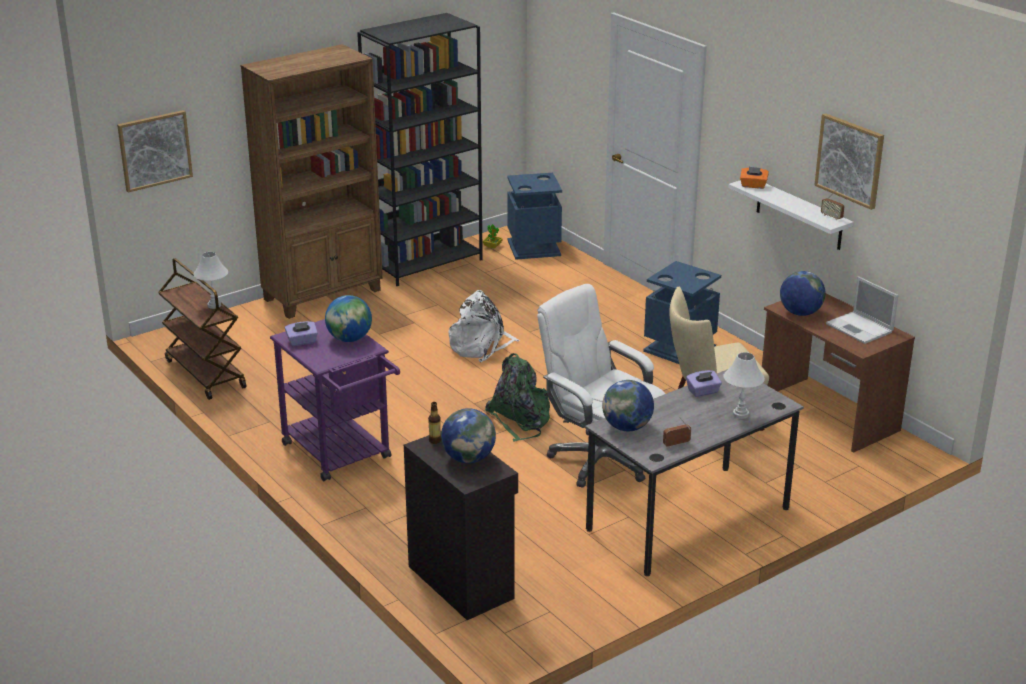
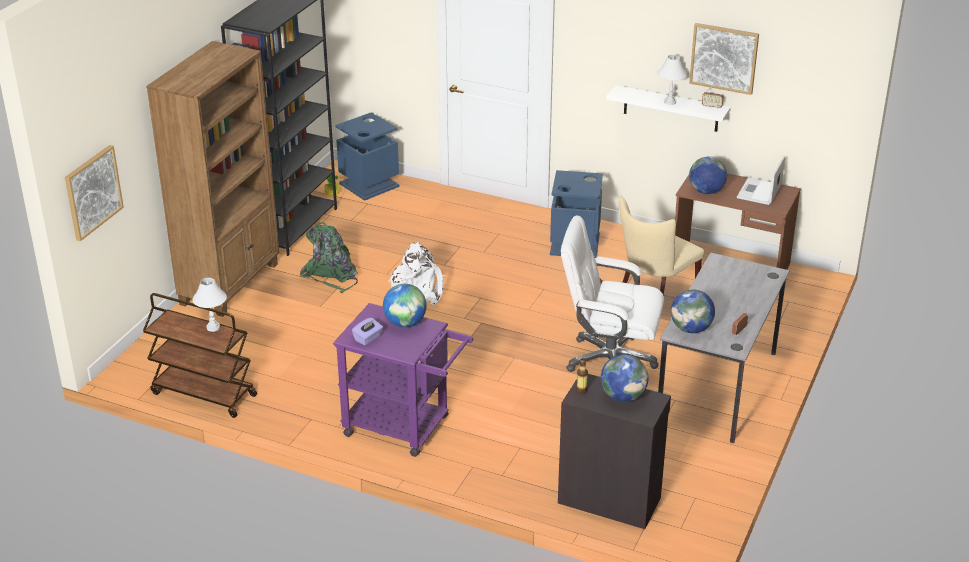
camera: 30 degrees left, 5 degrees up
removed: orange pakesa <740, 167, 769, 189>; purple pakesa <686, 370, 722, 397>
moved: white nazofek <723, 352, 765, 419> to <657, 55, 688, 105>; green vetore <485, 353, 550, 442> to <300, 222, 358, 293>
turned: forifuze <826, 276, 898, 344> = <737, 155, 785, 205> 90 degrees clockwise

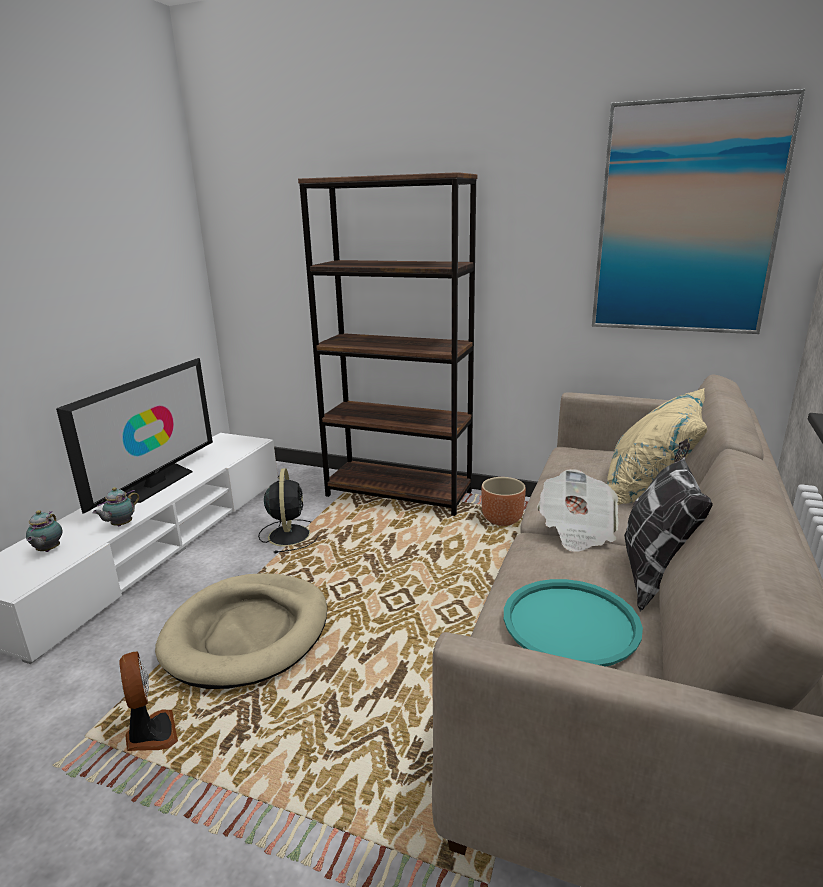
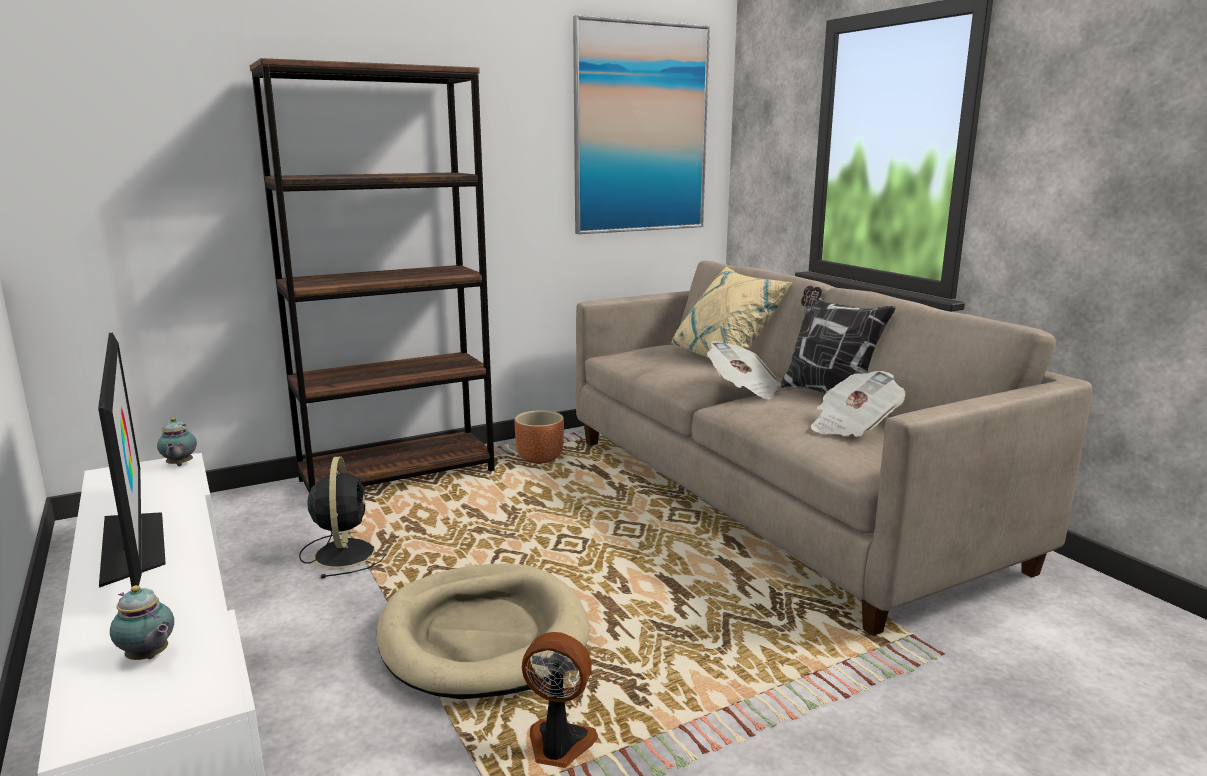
camera: 50 degrees left, 5 degrees down
moved: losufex <93, 487, 139, 526> to <157, 417, 197, 466>
replaced: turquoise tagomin <504, 579, 643, 667> to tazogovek <810, 371, 905, 437>
turned: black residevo <258, 468, 318, 554> = <299, 457, 386, 579> 45 degrees clockwise

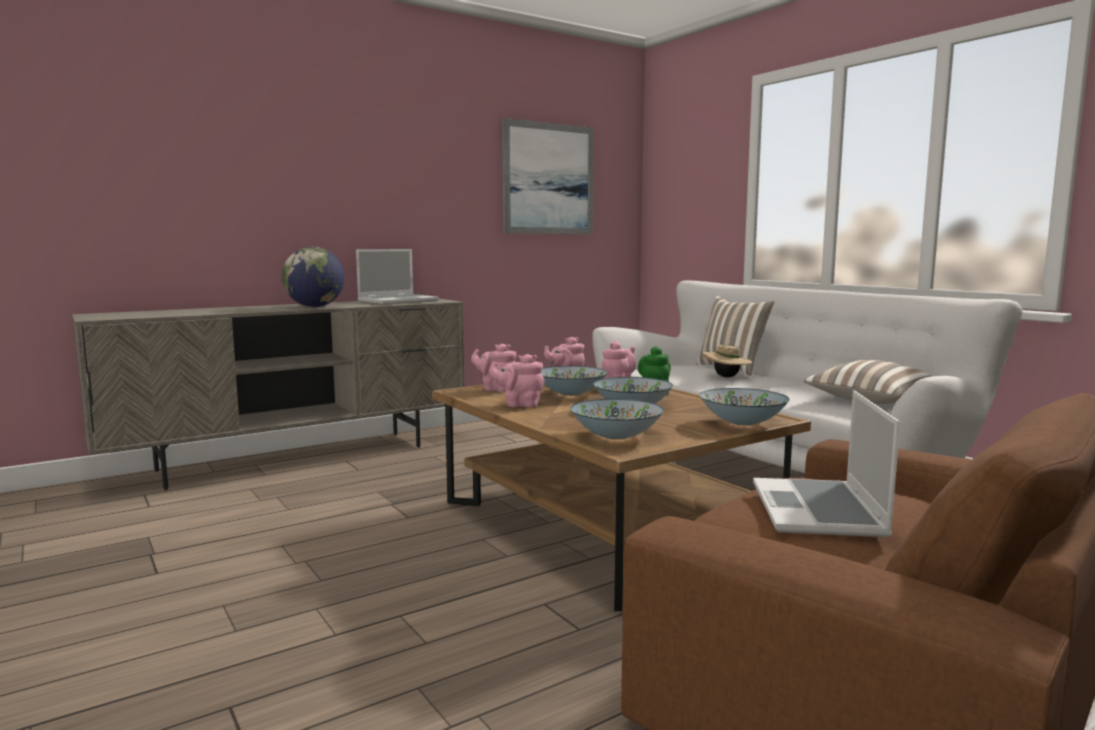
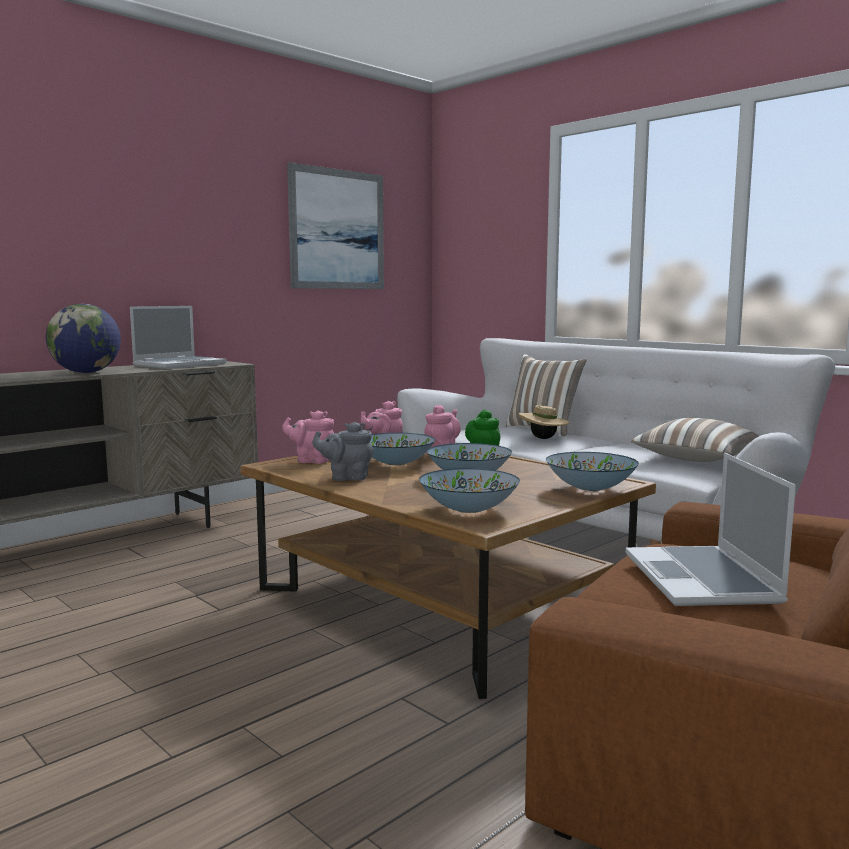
camera: 10 degrees left, 0 degrees up
recoloured: pink losufex <490, 354, 545, 407> to grey losufex <312, 422, 374, 481>

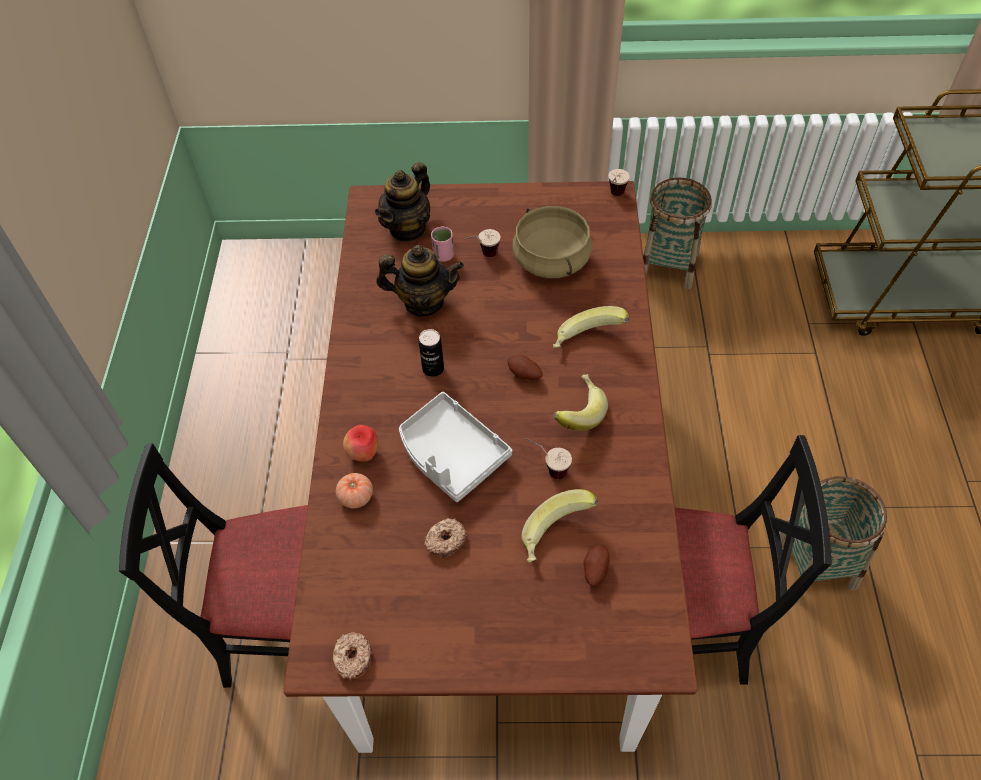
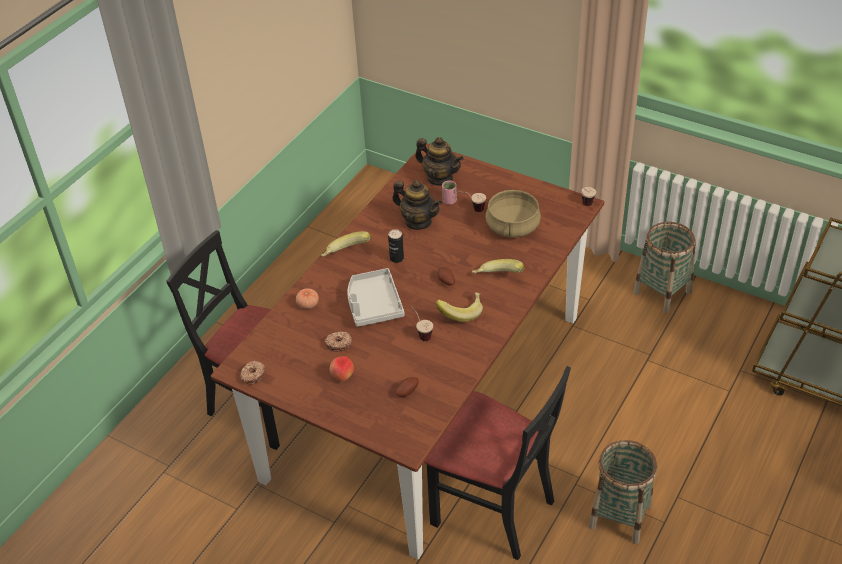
camera: 30 degrees right, 10 degrees down
moved: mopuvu <343, 425, 378, 461> to <330, 356, 354, 382>; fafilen <521, 489, 598, 562> to <321, 231, 371, 257>
turned: losufex <375, 162, 430, 242> = <415, 137, 463, 186> 120 degrees counterclockwise

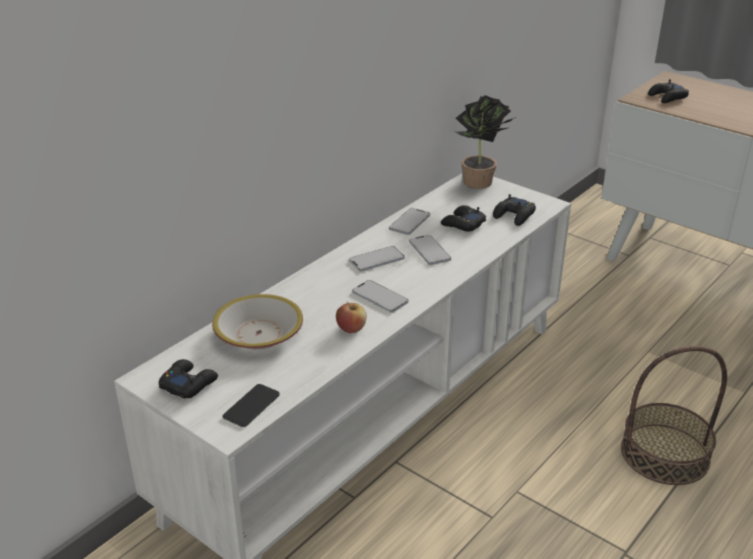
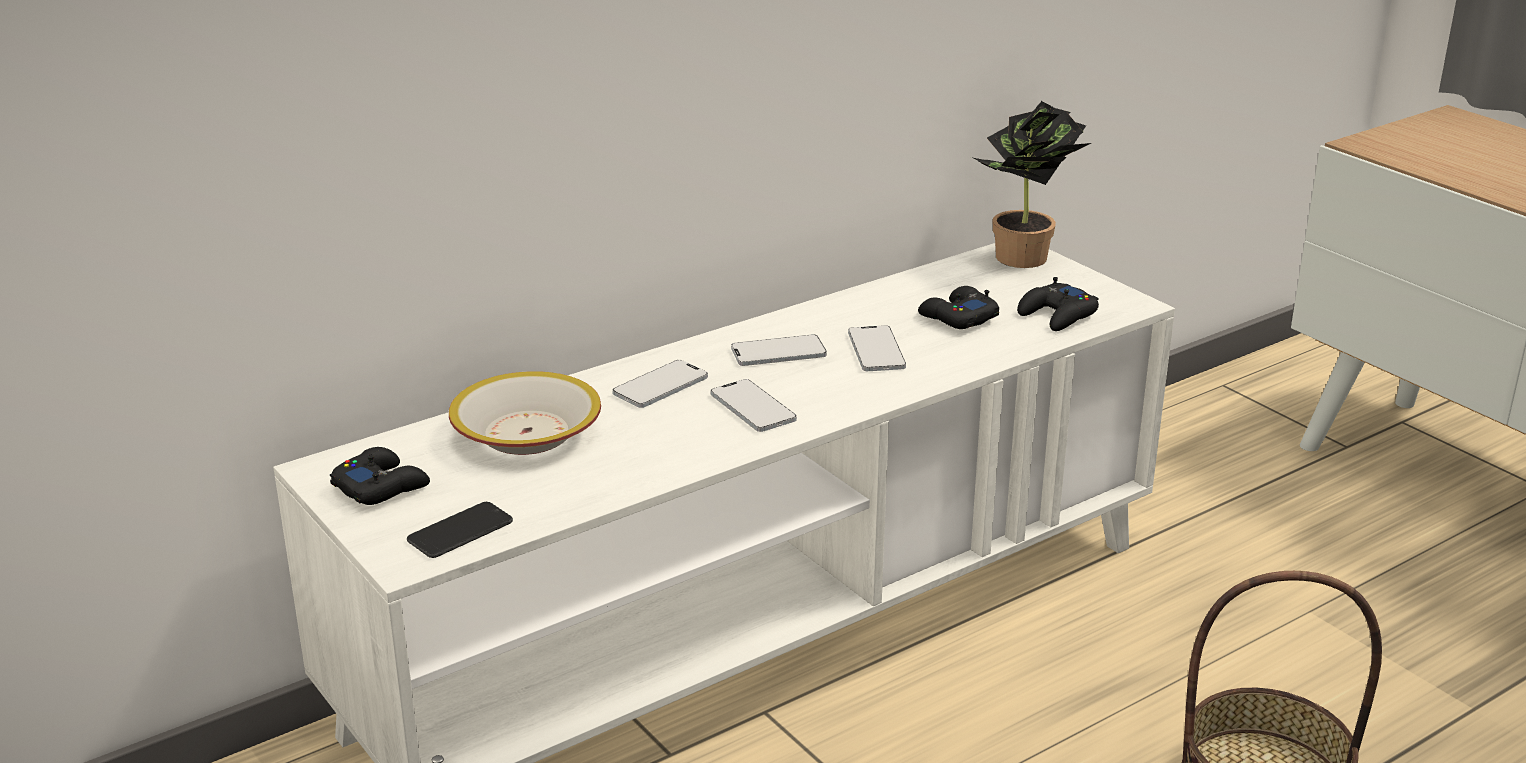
camera: 15 degrees right, 5 degrees down
removed: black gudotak <648, 79, 689, 103>; mopuvu <336, 302, 367, 333>
moved: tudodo <389, 208, 430, 235> to <612, 360, 708, 408>

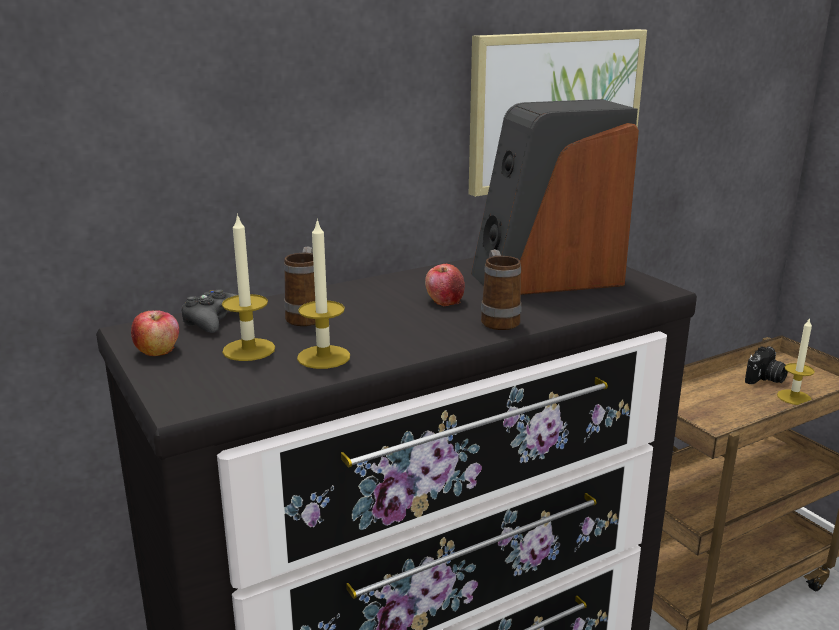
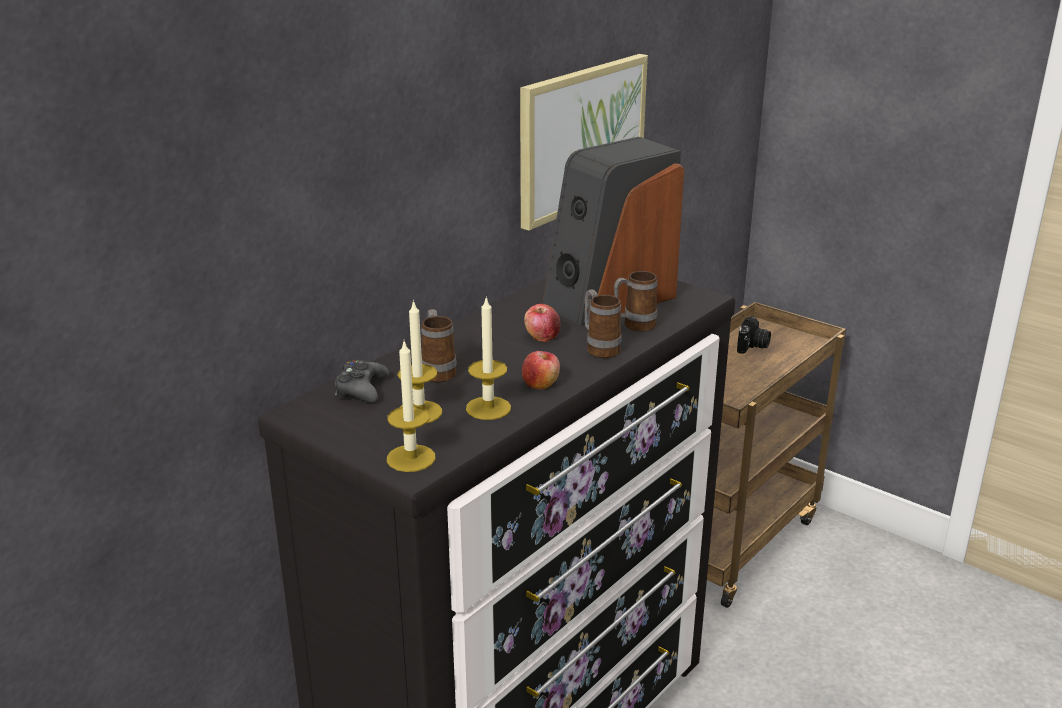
camera: 20 degrees left, 5 degrees up
added: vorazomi <614, 271, 657, 332>
moved: mopuvu <131, 310, 179, 356> to <522, 351, 560, 389>; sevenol <777, 317, 815, 405> to <387, 341, 435, 472>

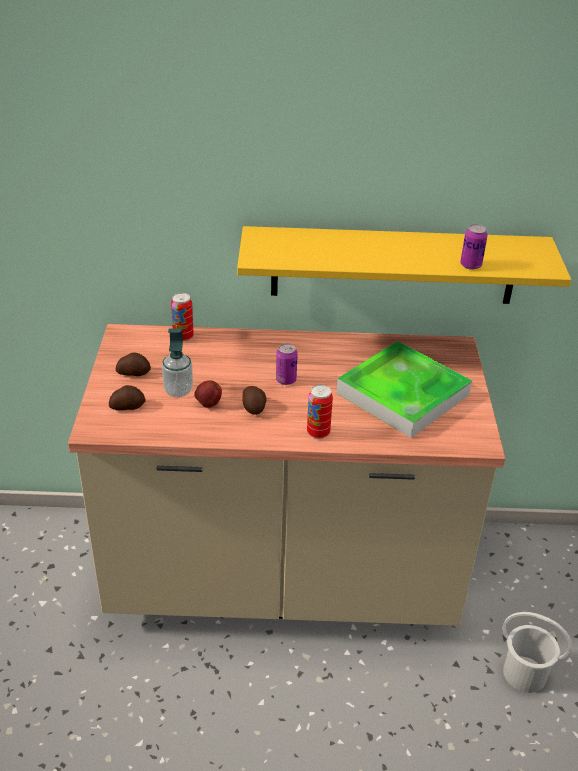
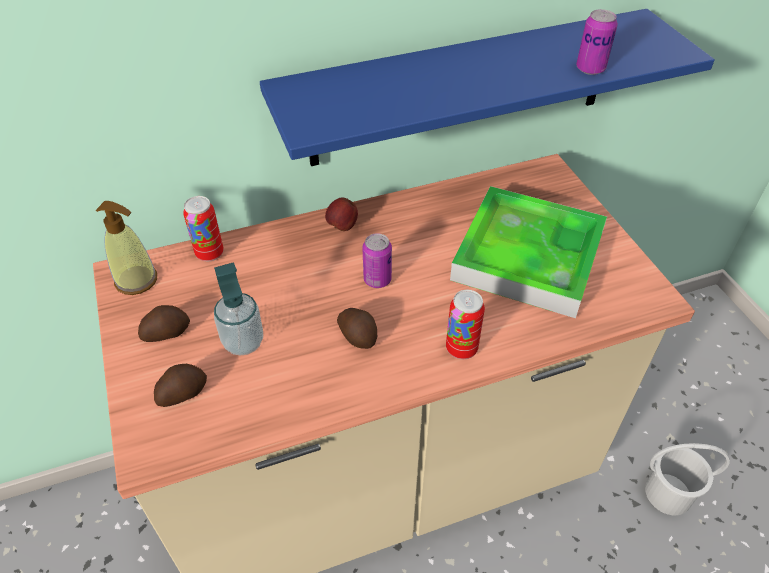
camera: 20 degrees left, 10 degrees up
added: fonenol <96, 201, 157, 295>
moved: mopuvu <194, 380, 222, 408> to <325, 197, 358, 231>
recoloured: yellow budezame <237, 226, 571, 304> to blue budezame <260, 9, 715, 166>

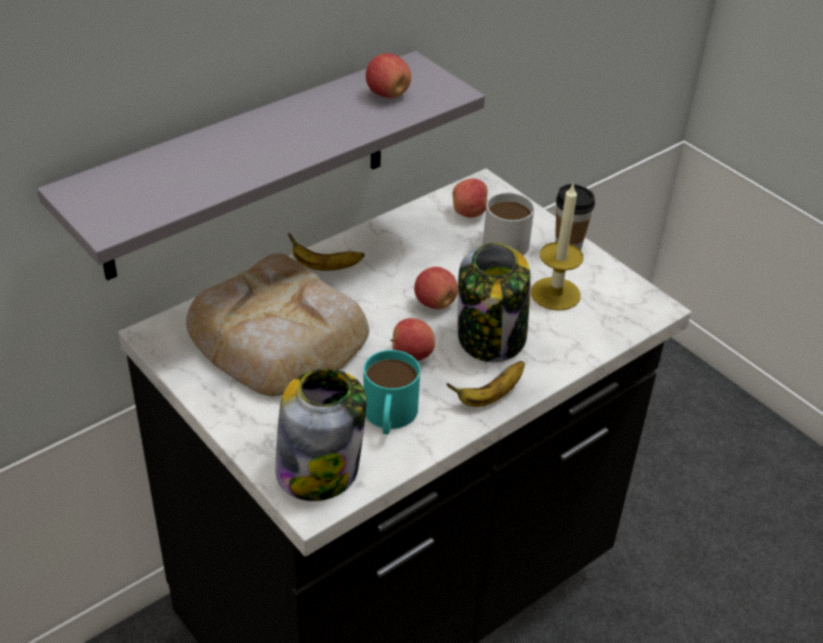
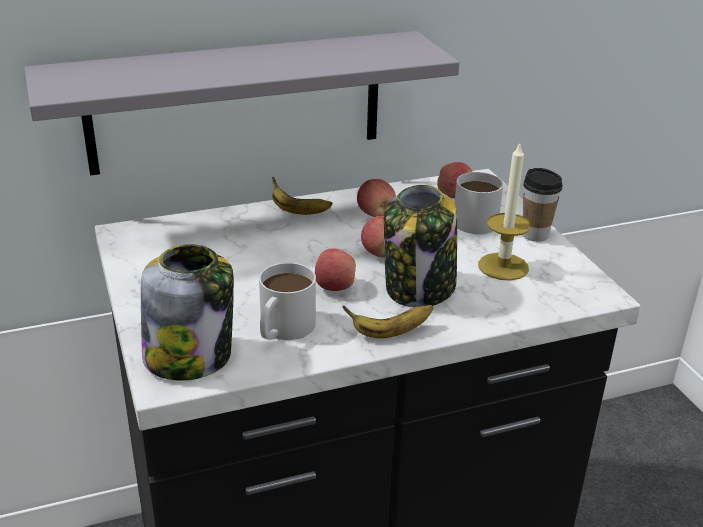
camera: 20 degrees right, 10 degrees down
removed: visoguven <186, 253, 369, 396>
moved: mopuvu <366, 53, 411, 98> to <357, 179, 396, 217>
recoloured: turquoise vorazomi <363, 350, 420, 435> to white vorazomi <259, 263, 316, 340>

